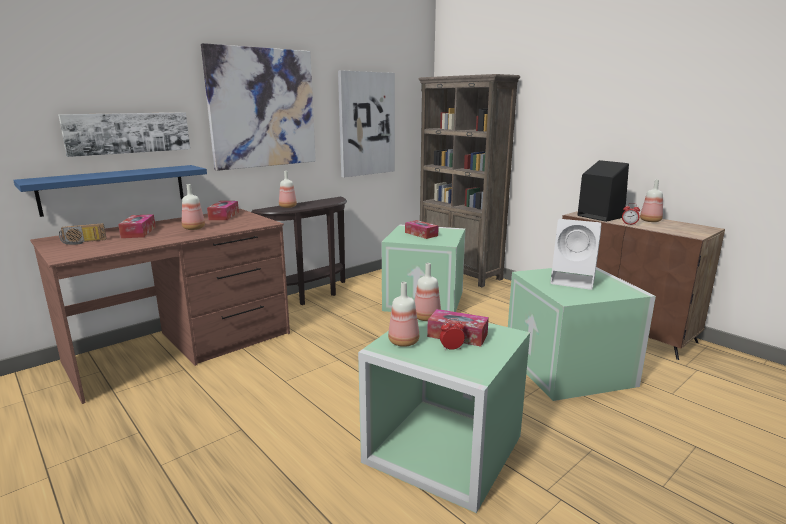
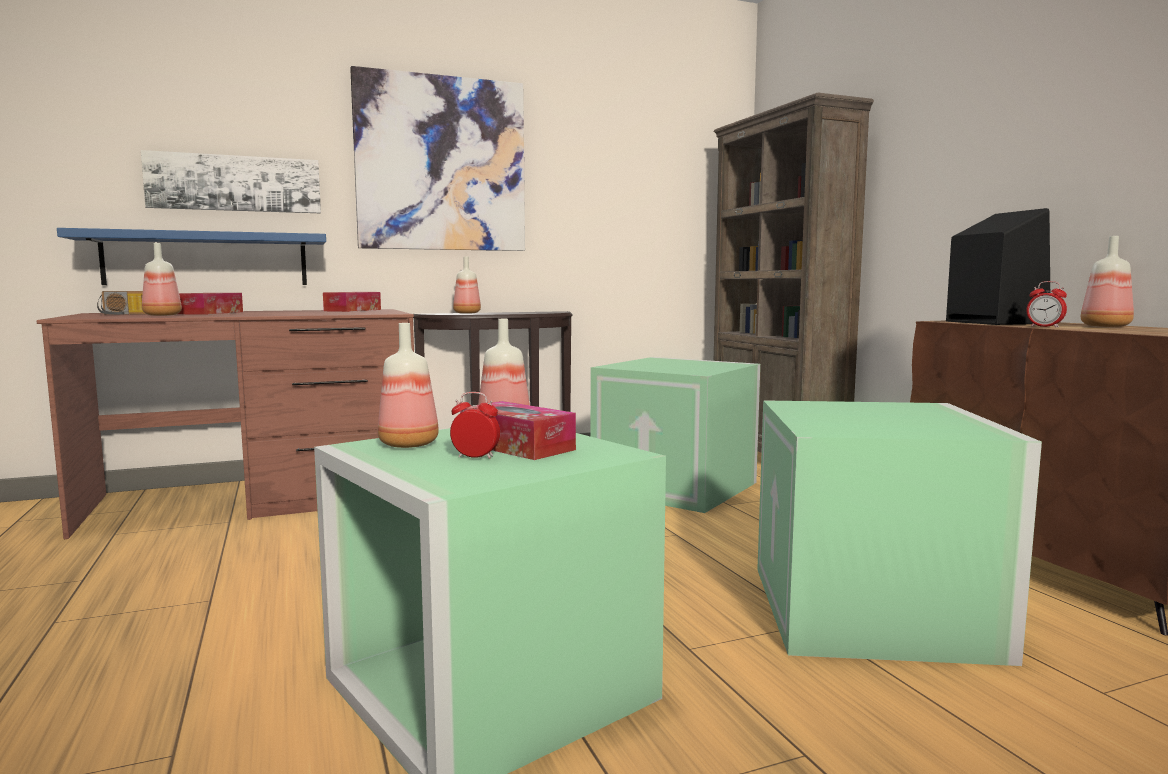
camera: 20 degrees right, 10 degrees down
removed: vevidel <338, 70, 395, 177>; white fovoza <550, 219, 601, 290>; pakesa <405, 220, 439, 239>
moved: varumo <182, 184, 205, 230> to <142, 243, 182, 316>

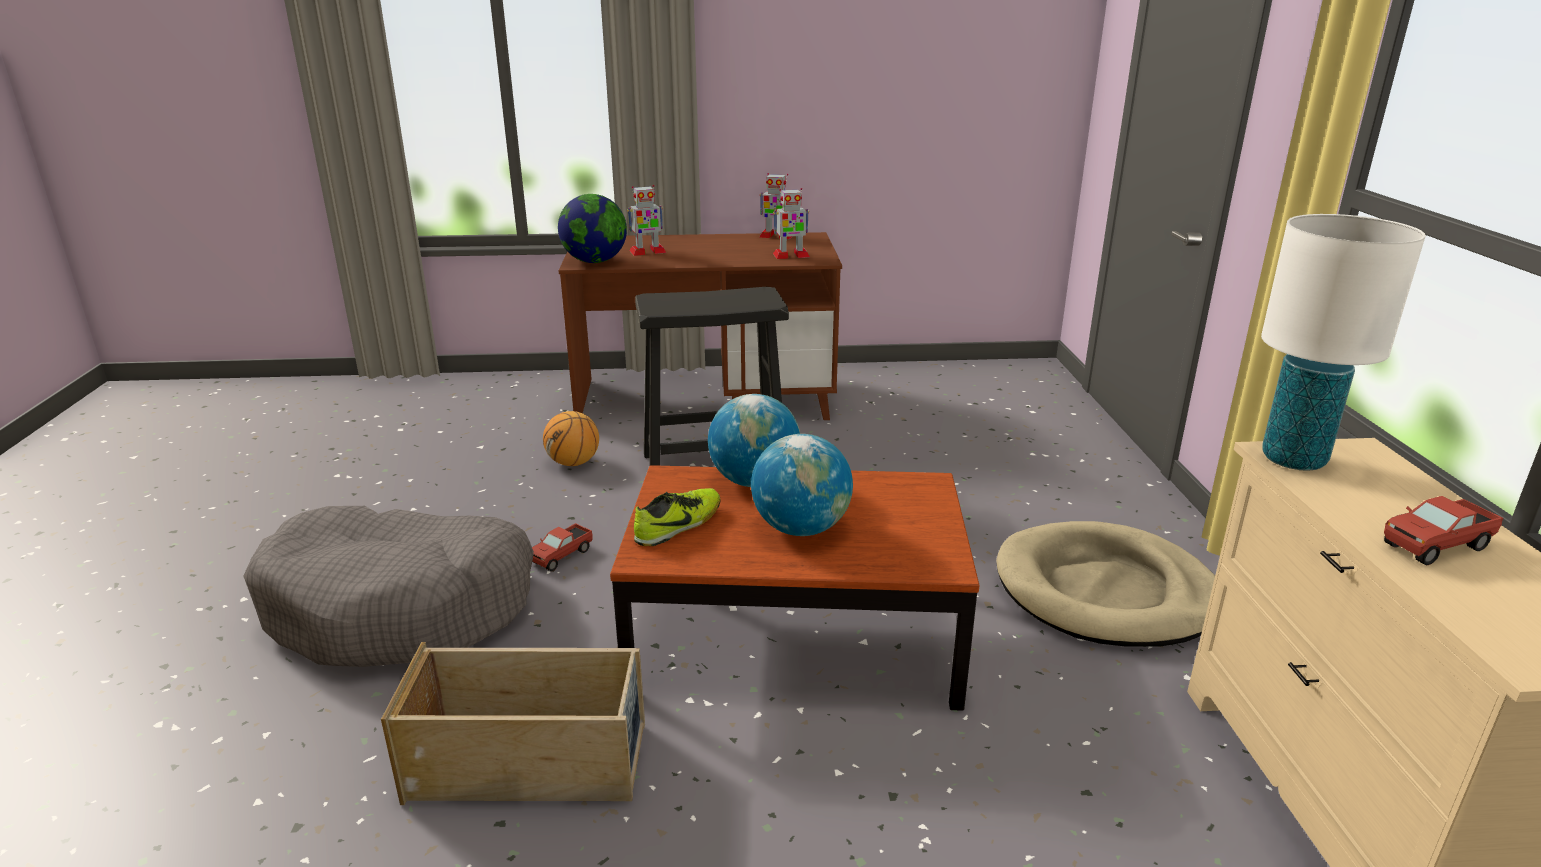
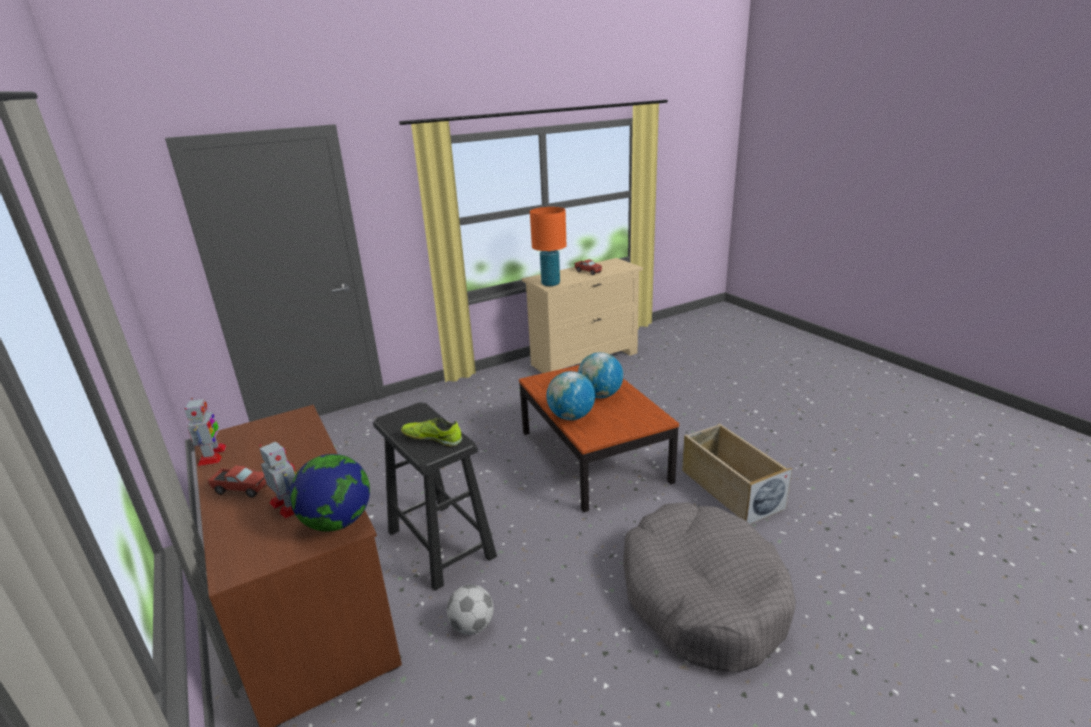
camera: 115 degrees left, 0 degrees up
removed: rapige <773, 188, 810, 259>; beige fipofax <996, 521, 1215, 647>
moved: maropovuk <634, 488, 721, 546> to <401, 418, 462, 447>; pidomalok <532, 523, 593, 571> to <208, 465, 267, 497>
replaced: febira <543, 411, 599, 466> to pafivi <447, 584, 494, 635>
recoloured: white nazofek <1261, 214, 1426, 471> to orange nazofek <530, 207, 566, 286>

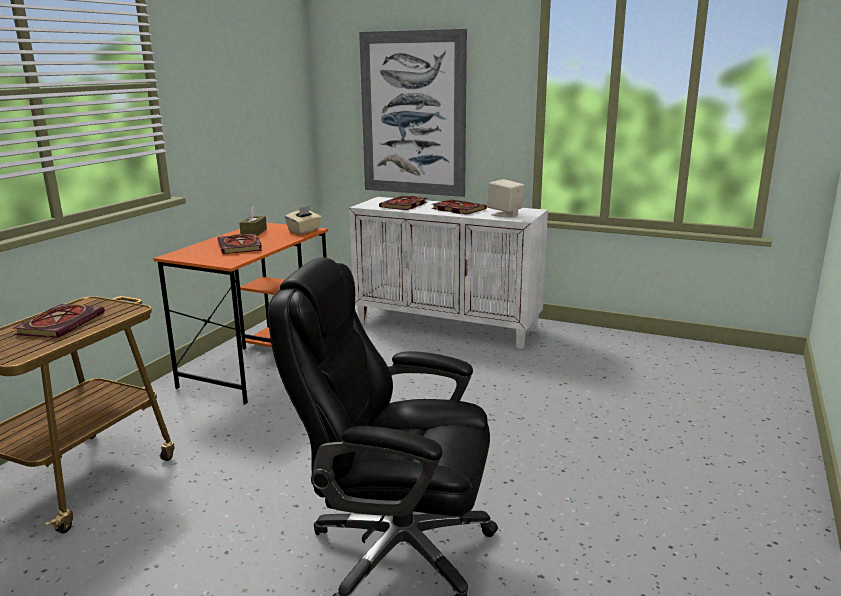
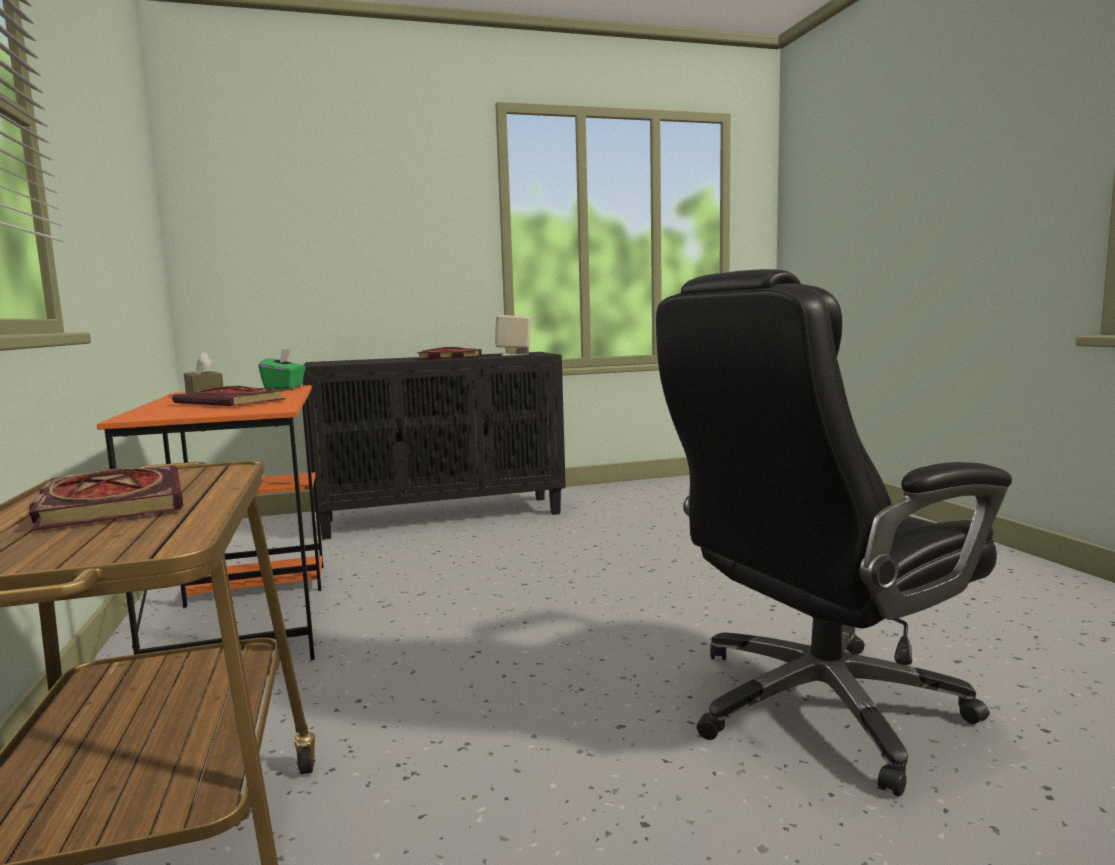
camera: 40 degrees left, 10 degrees down
removed: vevidel <359, 29, 467, 197>; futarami <379, 196, 427, 210>
recoloured: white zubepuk <349, 197, 548, 349> to black zubepuk <303, 352, 566, 540>; beige pakesa <285, 206, 322, 234> to green pakesa <258, 349, 306, 390>

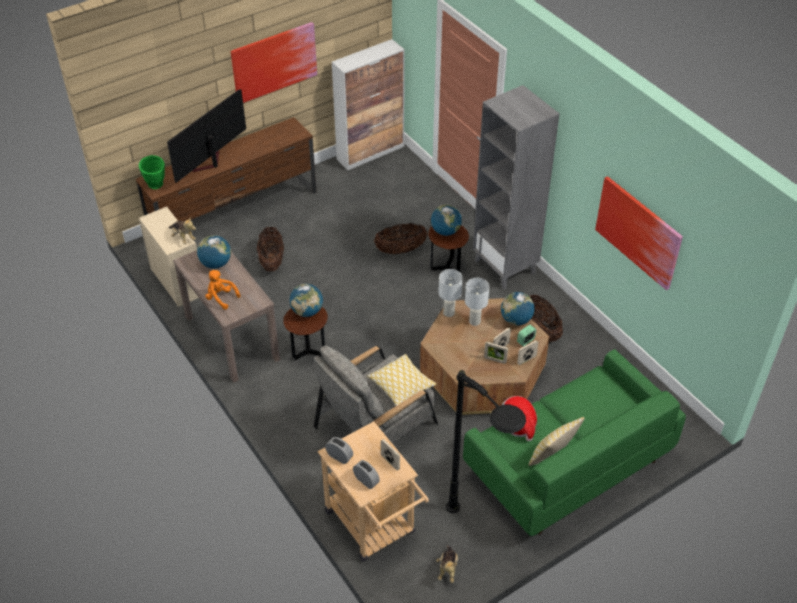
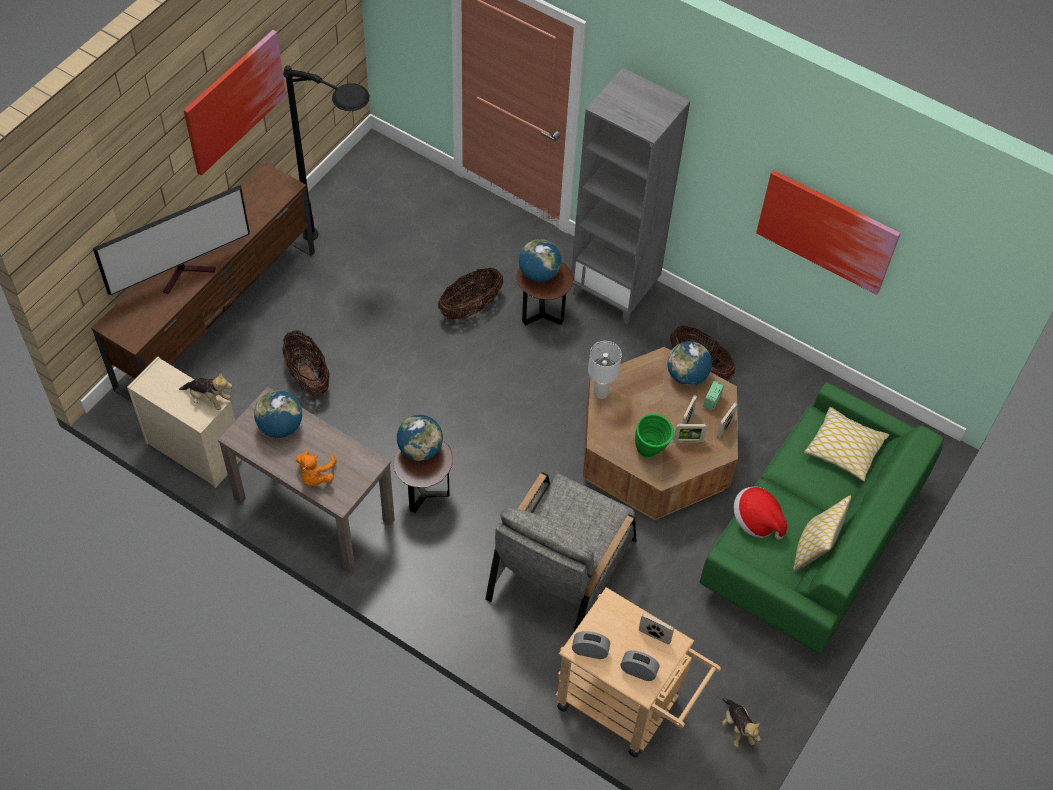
camera: 25 degrees left, 10 degrees up
removed: zubepuk <332, 39, 405, 170>; white nazofek <465, 278, 489, 326>
moved: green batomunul <139, 155, 165, 189> to <635, 414, 674, 458>; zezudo <367, 354, 437, 406> to <804, 407, 889, 482>; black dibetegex <446, 370, 526, 513> to <283, 65, 370, 240>
turned: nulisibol <167, 89, 246, 183> = <93, 185, 250, 295> 135 degrees counterclockwise; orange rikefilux <205, 270, 241, 310> = <296, 451, 337, 486> 90 degrees counterclockwise

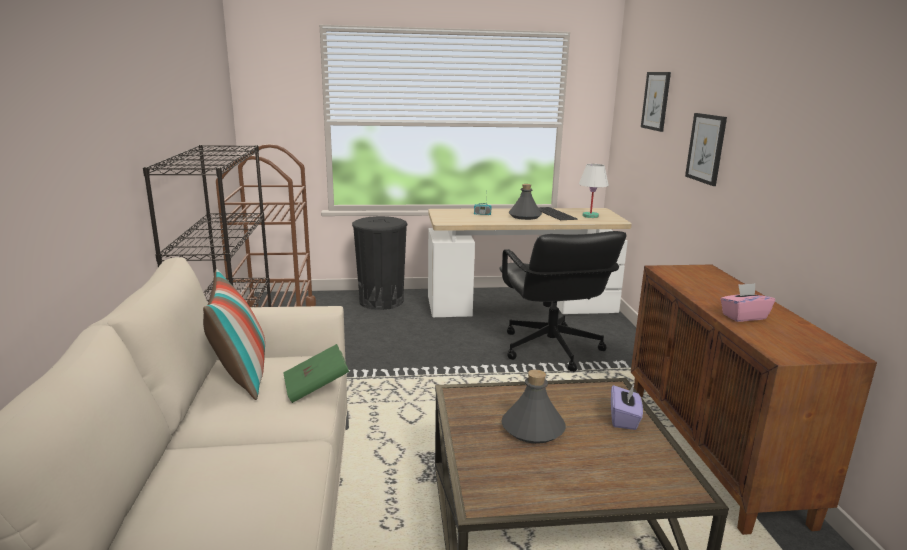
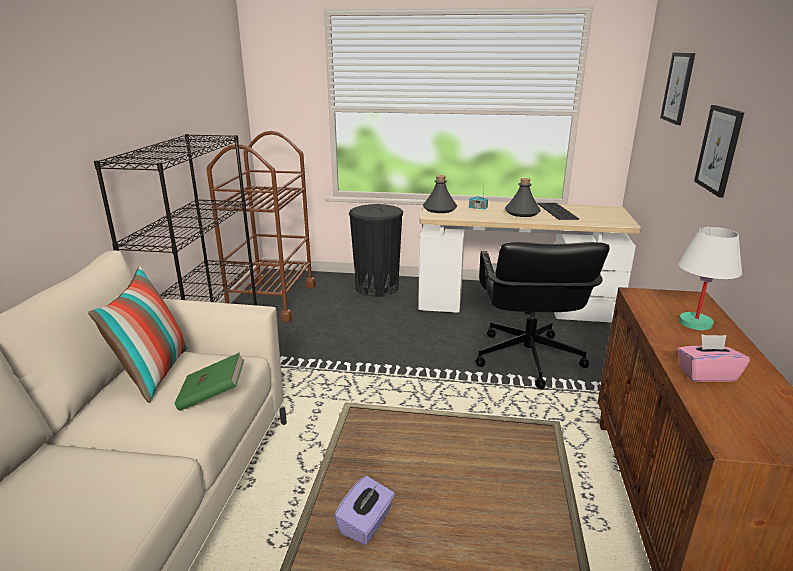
camera: 15 degrees right, 5 degrees up
moved: white nazofek <579, 164, 609, 218> to <678, 227, 742, 330>; grey varumo <501, 370, 566, 444> to <423, 175, 457, 213>; purple pakesa <611, 384, 643, 430> to <334, 476, 395, 545>

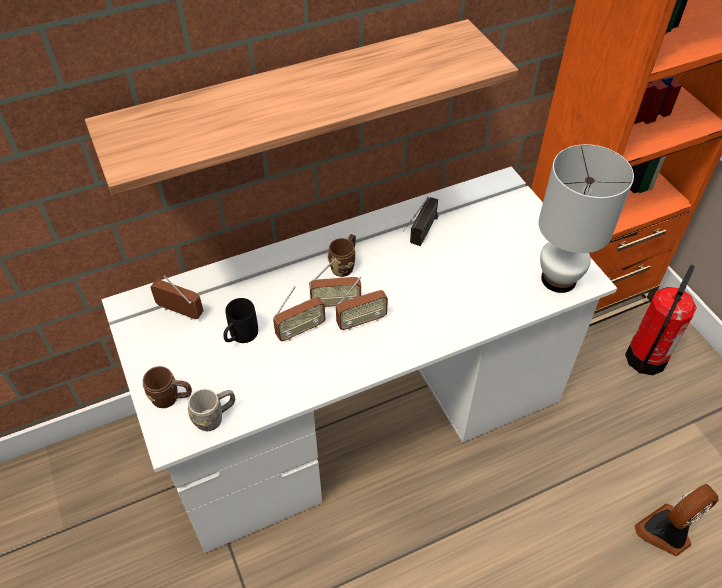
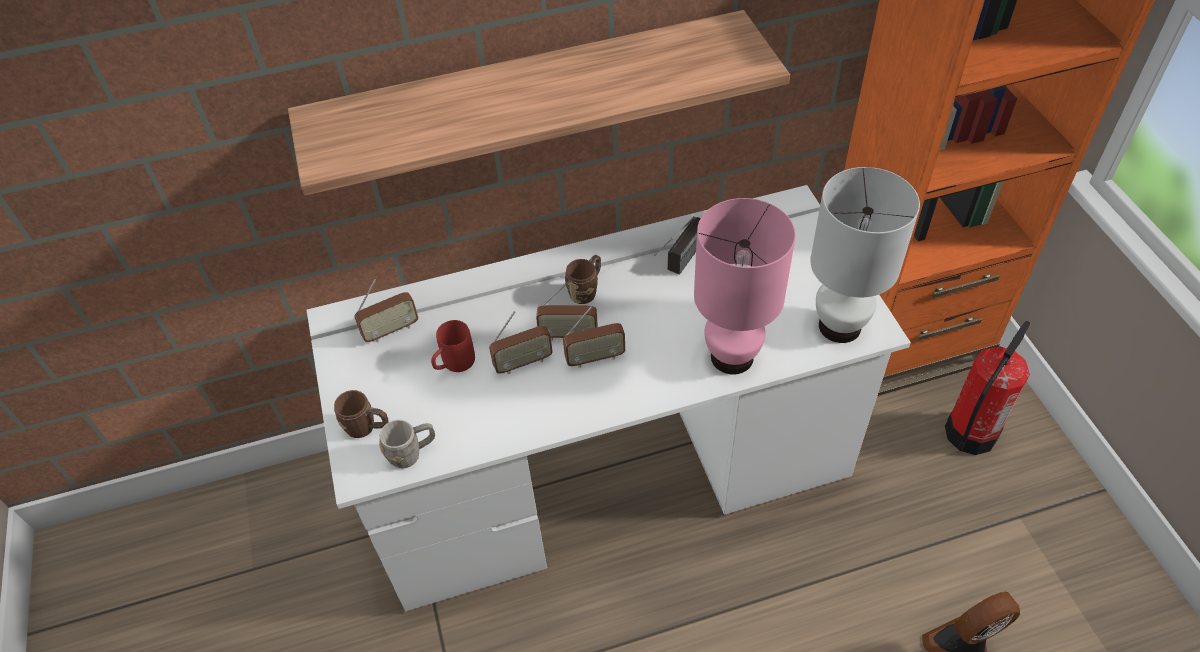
camera: 10 degrees right, 0 degrees up
added: pink nazofek <694, 198, 796, 374>
recoloured: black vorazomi <223, 298, 258, 343> to red vorazomi <431, 320, 475, 372>
turned: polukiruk <150, 275, 204, 320> = <354, 279, 418, 342> 120 degrees clockwise

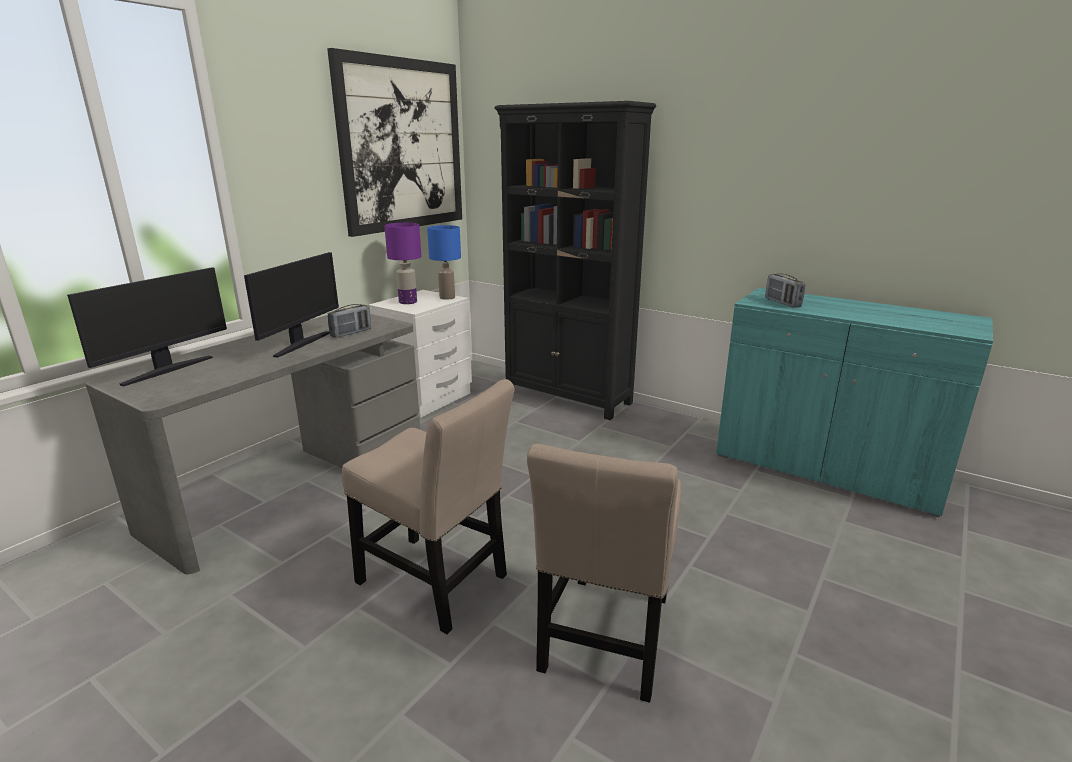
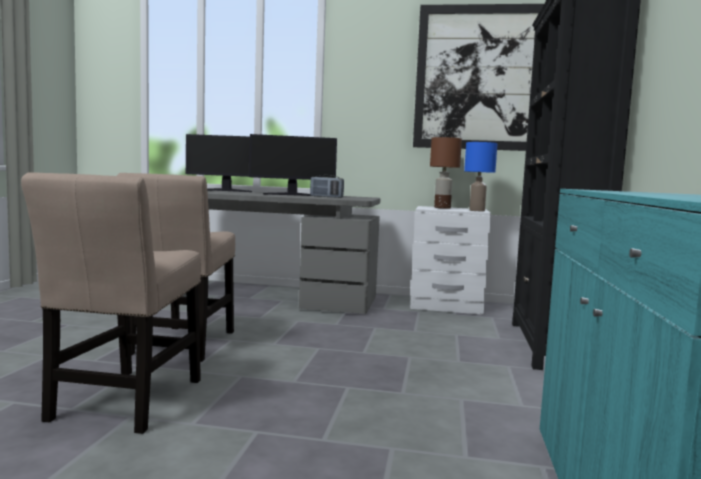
camera: 65 degrees right, 15 degrees down
removed: polukiruk <765, 274, 806, 308>
recoloured: purple nazofek <384, 223, 421, 304> to brown nazofek <430, 137, 462, 209>
turned: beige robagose <527, 444, 681, 703> = <21, 172, 201, 434> 75 degrees counterclockwise

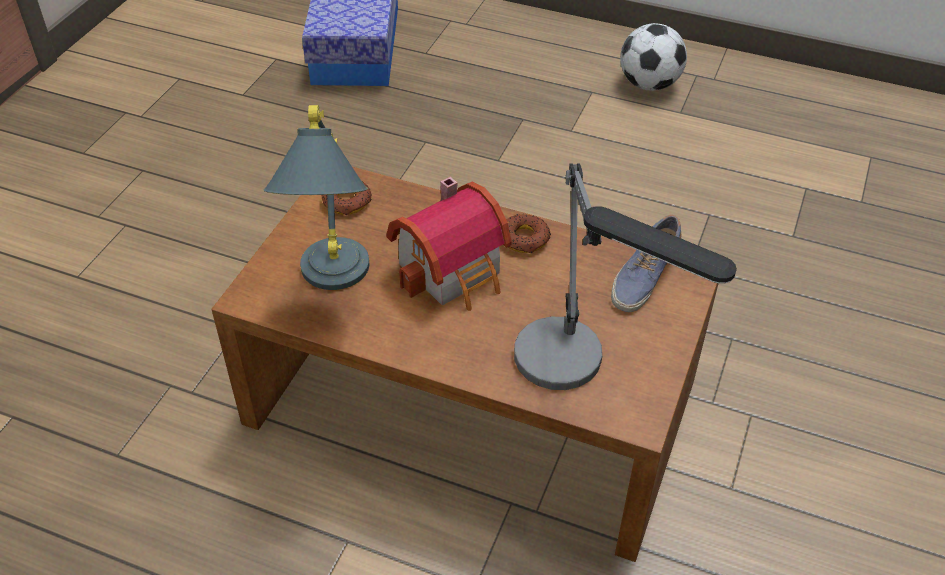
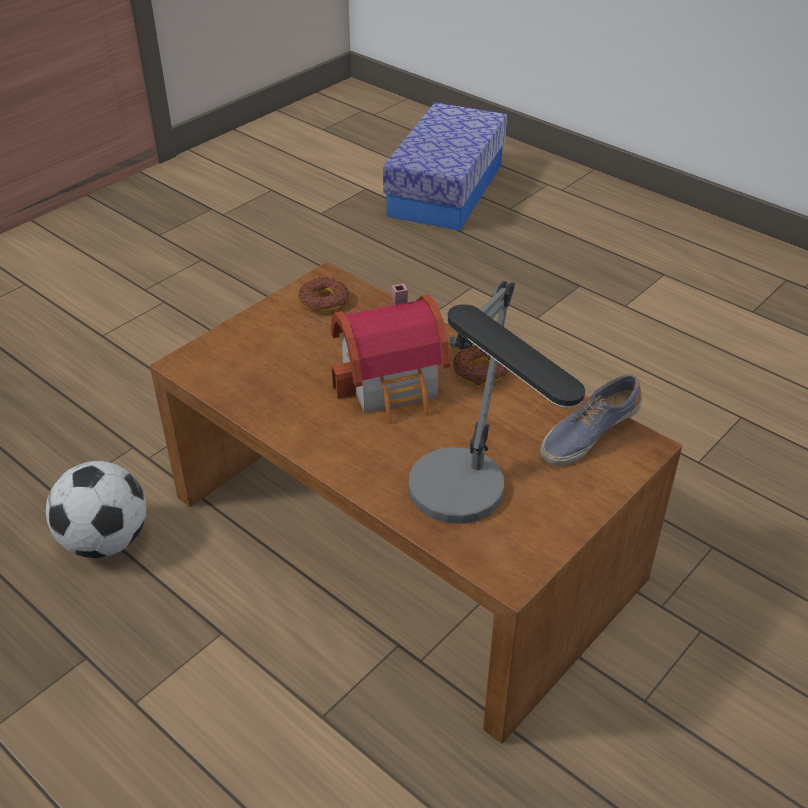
camera: 20 degrees right, 5 degrees down
removed: grey nazofek <263, 105, 369, 290>
moved: pafivi <620, 23, 687, 91> to <46, 461, 146, 558>

